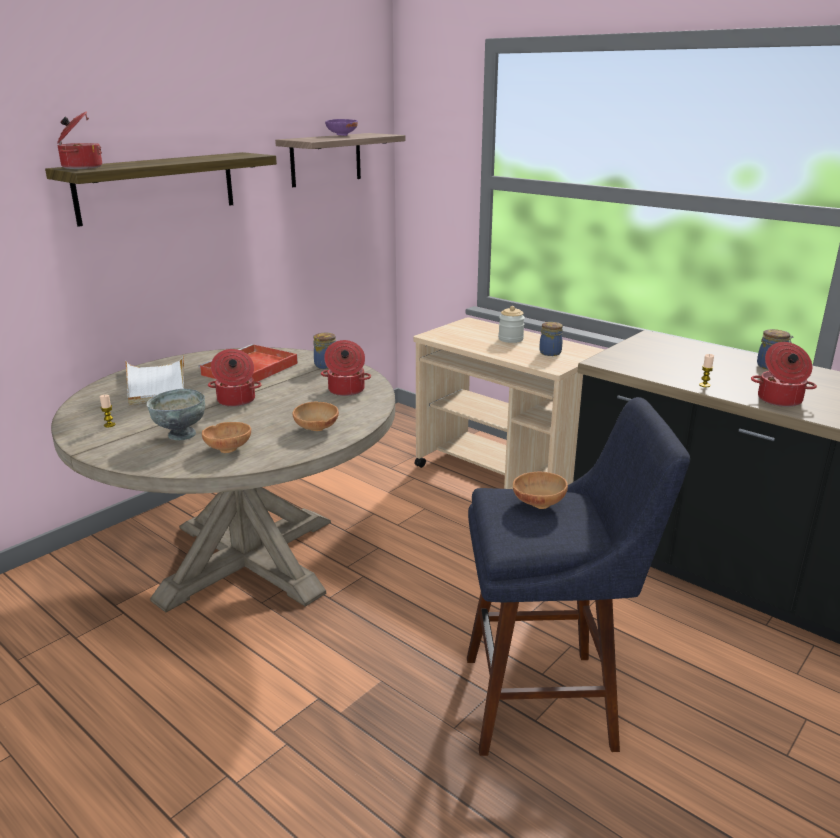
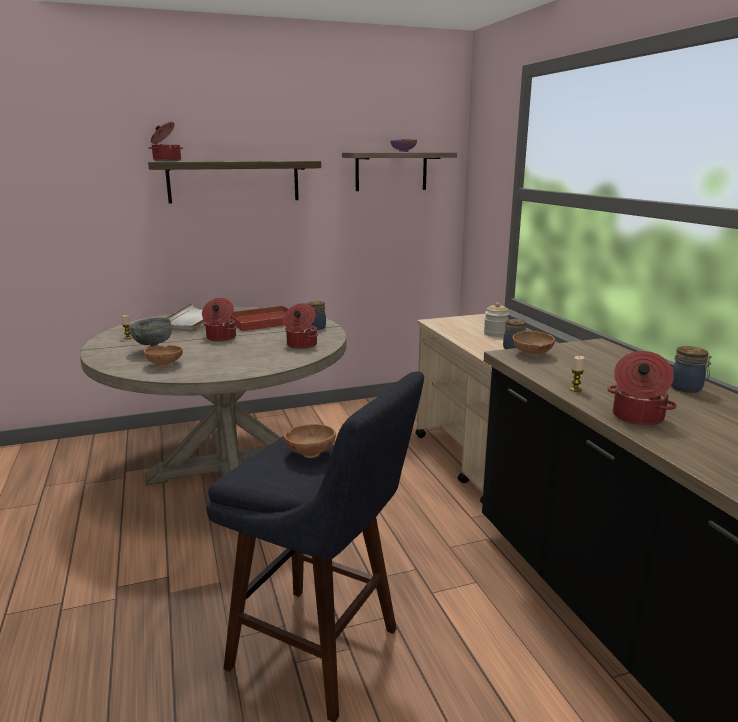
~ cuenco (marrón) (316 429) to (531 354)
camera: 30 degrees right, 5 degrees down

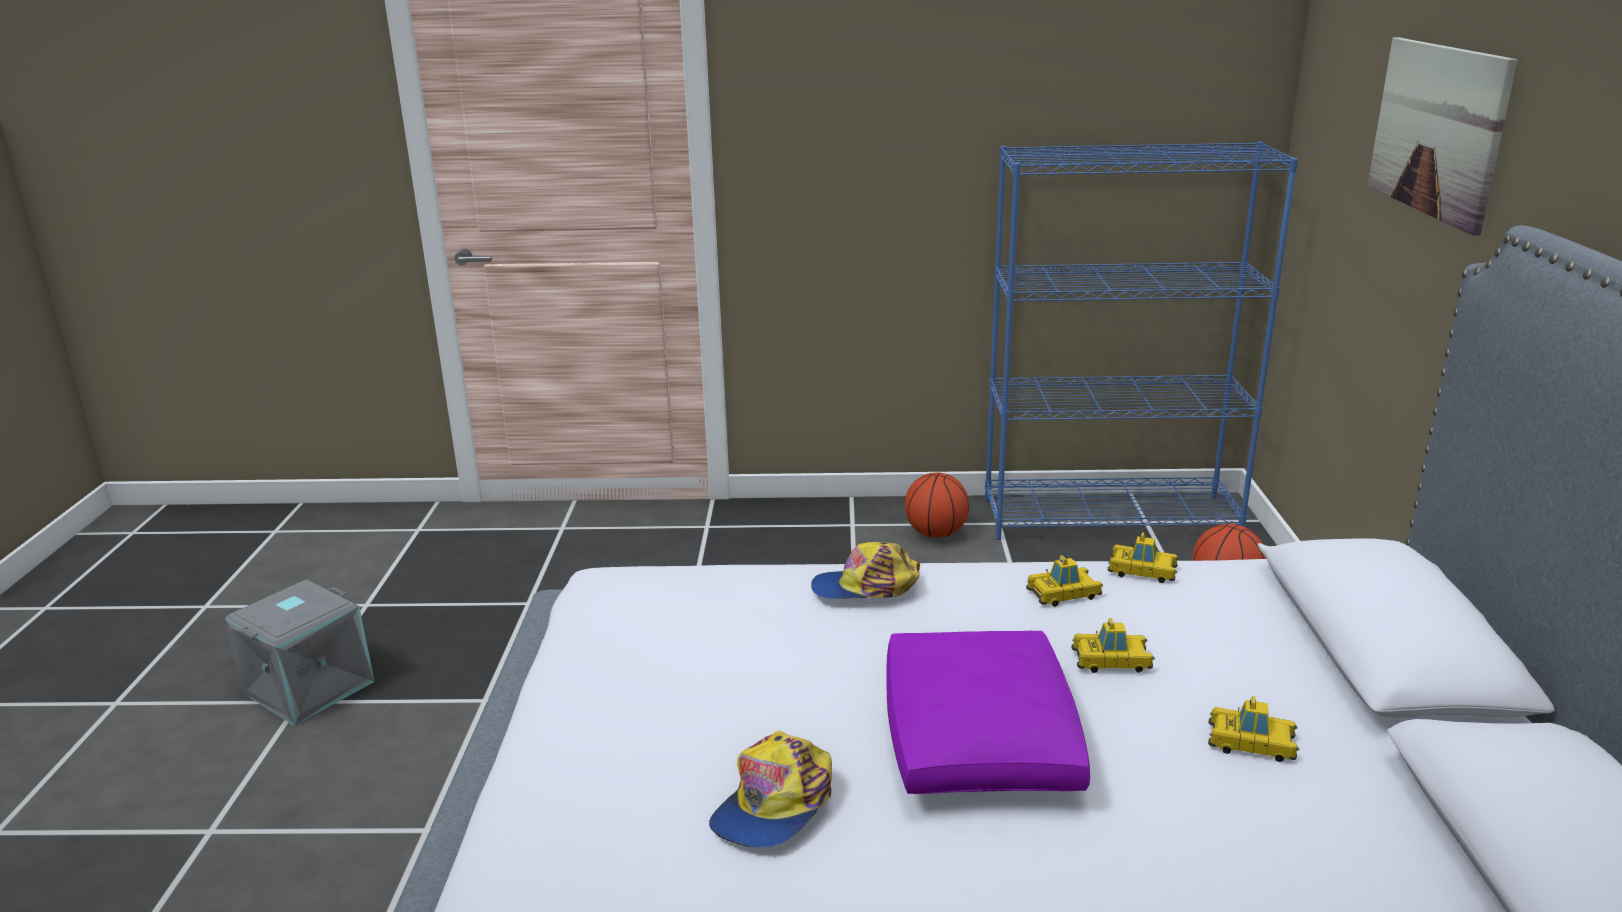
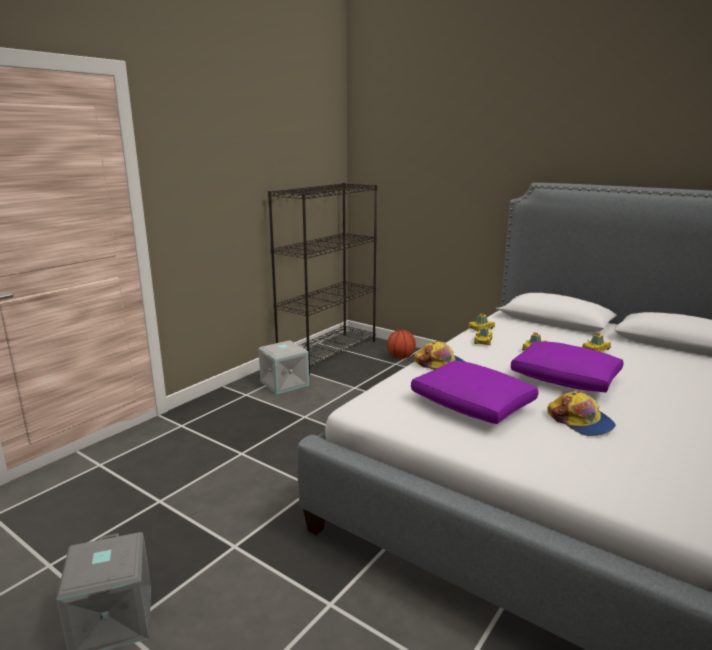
~ balón de baloncesto (935 534) to caja de almacenaje (gris) (284 383)
~ estantería (azul) (1110 516) to estantería (negro) (328 352)
+ cojín (morado) (473 405)
~ gorra (866 588) = (440 365) 75 degrees counterclockwise
- cuadro (1437 130)
camera: 55 degrees left, 5 degrees down

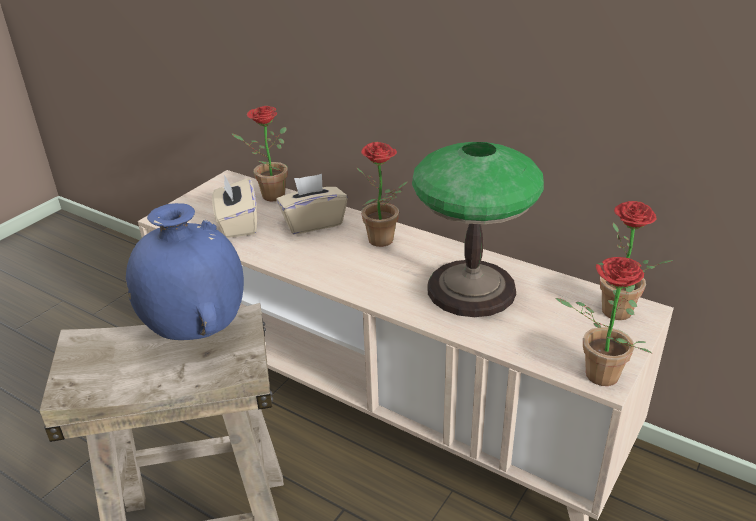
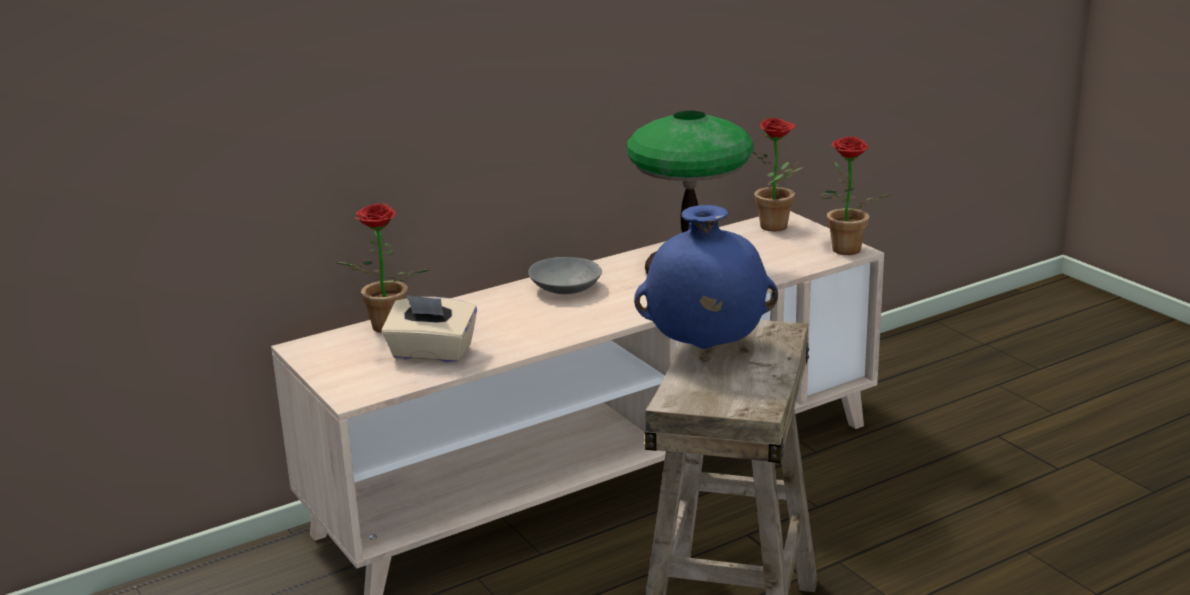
~ planta en maceta (383 242) to cuenco (gris) (566 288)
- caja de pañuelos (beis) (313 223)
camera: 65 degrees left, 10 degrees down

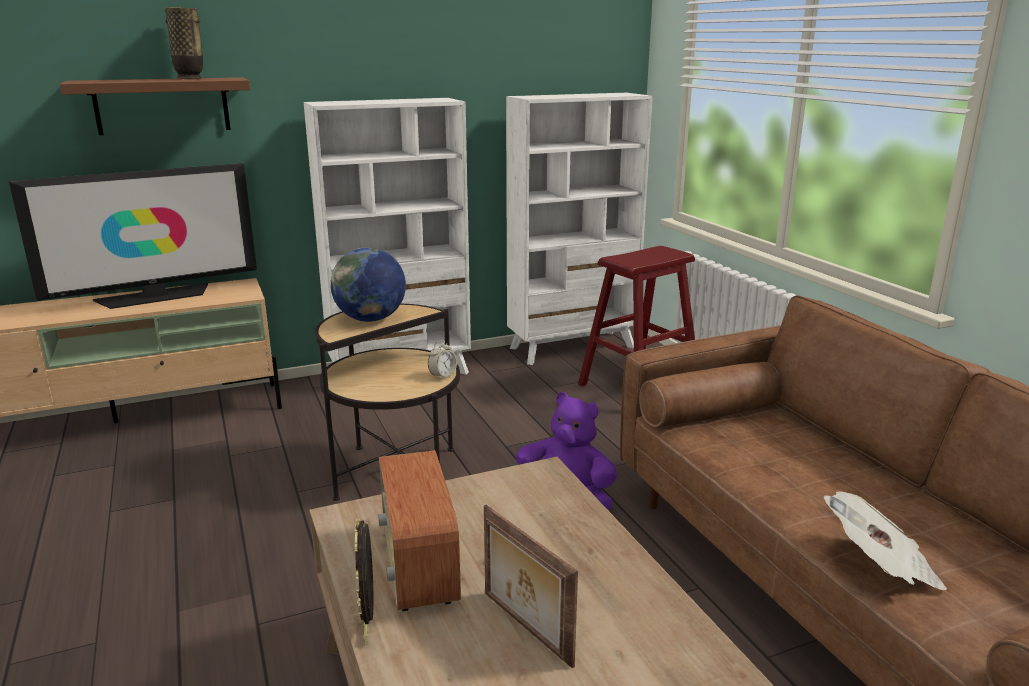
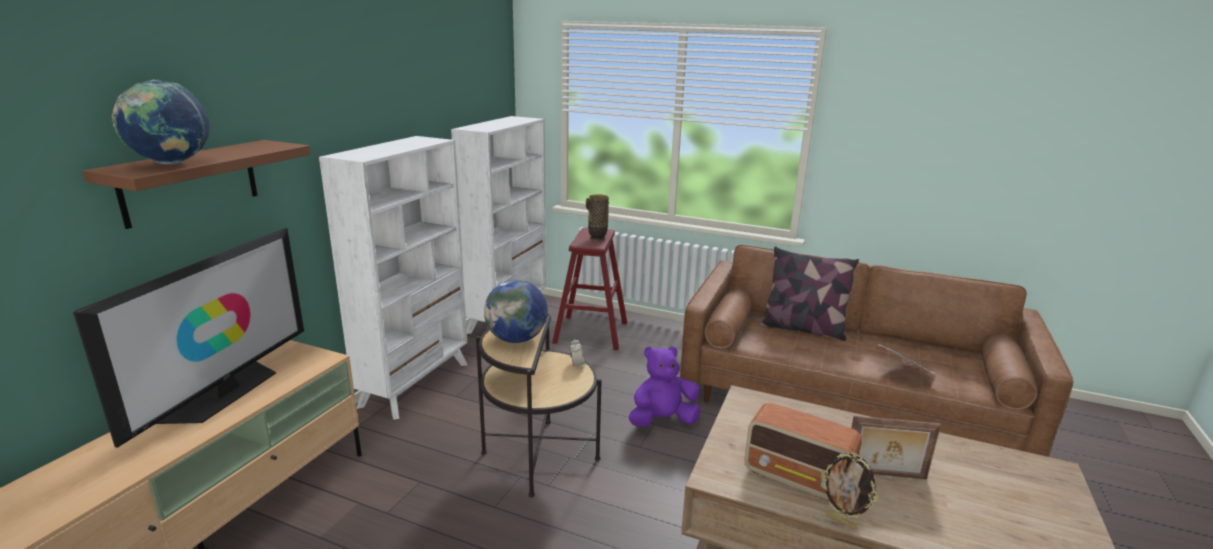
+ globo terráqueo (172 164)
~ florero (189 78) to (597 238)
+ cojín (802 329)
camera: 45 degrees left, 0 degrees up

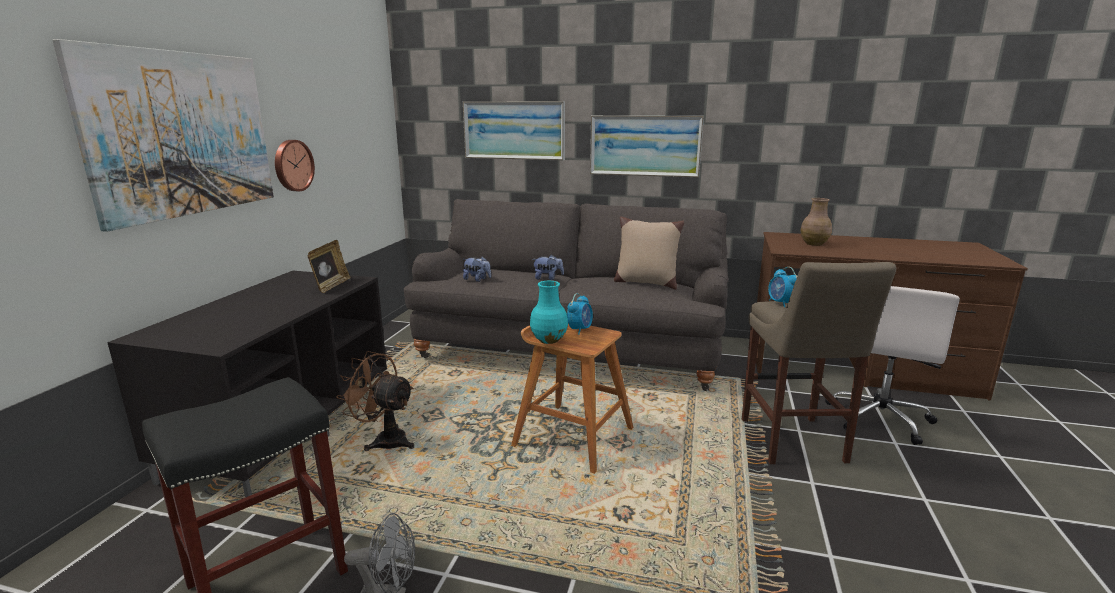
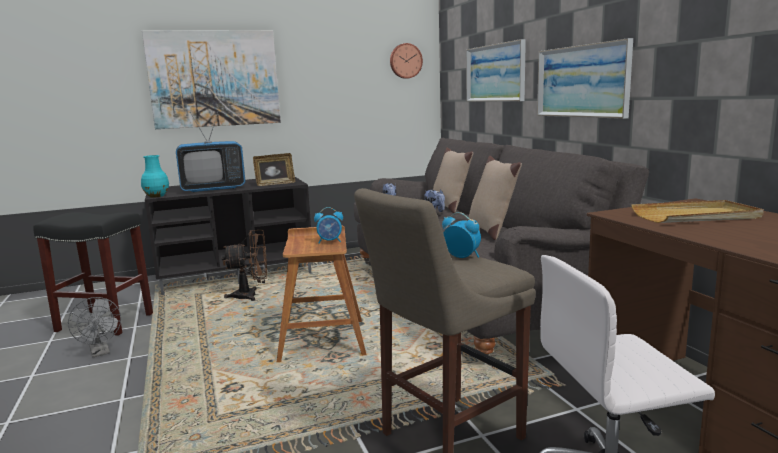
~ florero (turquesa) (548 340) to (156 196)
+ televisor (213 189)
~ ventilador (marrón) (384 440) = (251 295) 90 degrees clockwise
~ reloj de pared (292 165) to (405 61)
+ cojín (beis) (449 207)
~ despertador (781 303) = (462 257) 90 degrees clockwise
~ florero (marrón) (814 244) to bandeja (beis) (696 216)
camera: 55 degrees right, 5 degrees down

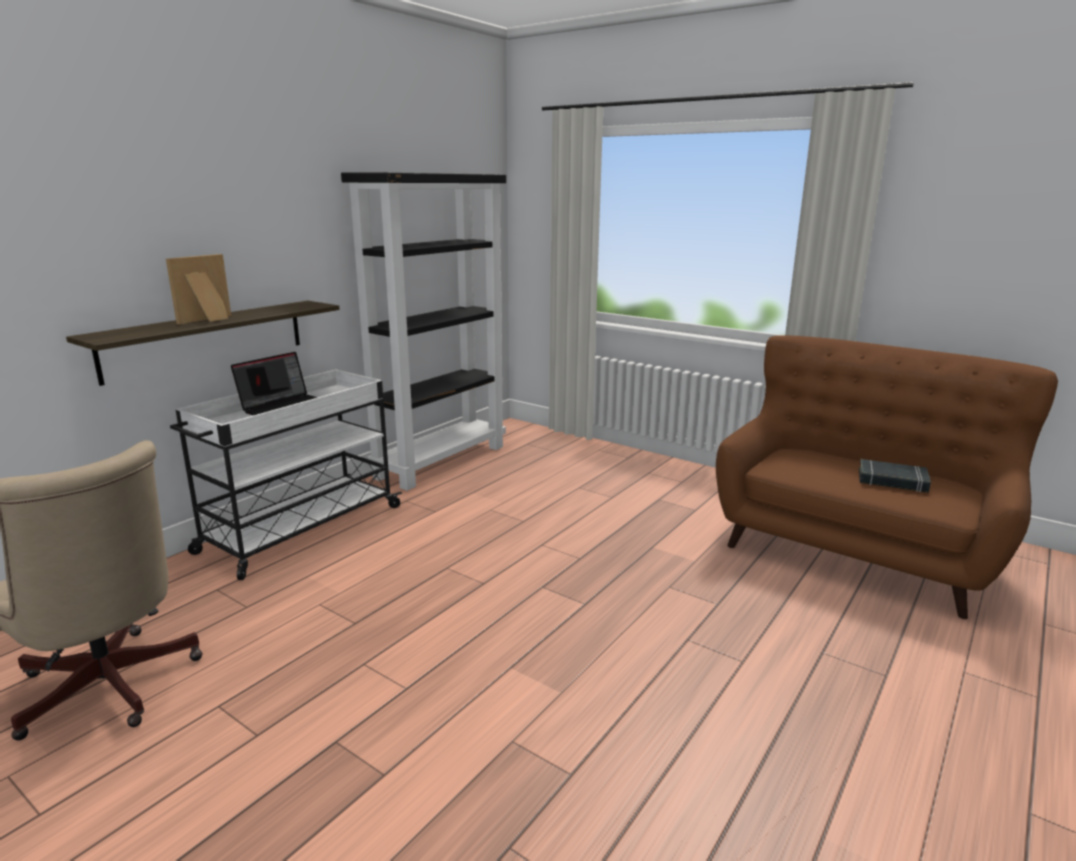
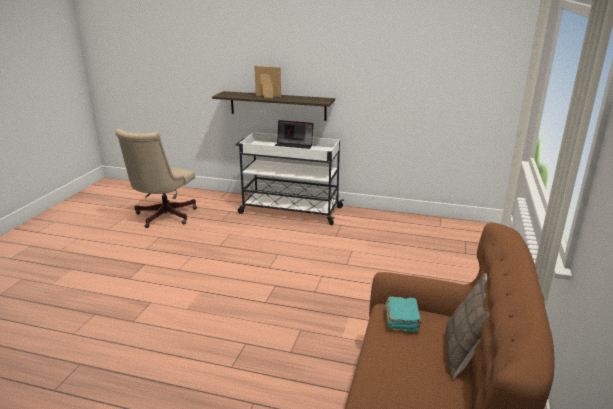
+ libro (turquesa) (402 320)
+ cojín (463 354)
- estantería (negro) (441 461)
- libro (negro) (892 481)
camera: 70 degrees right, 5 degrees up

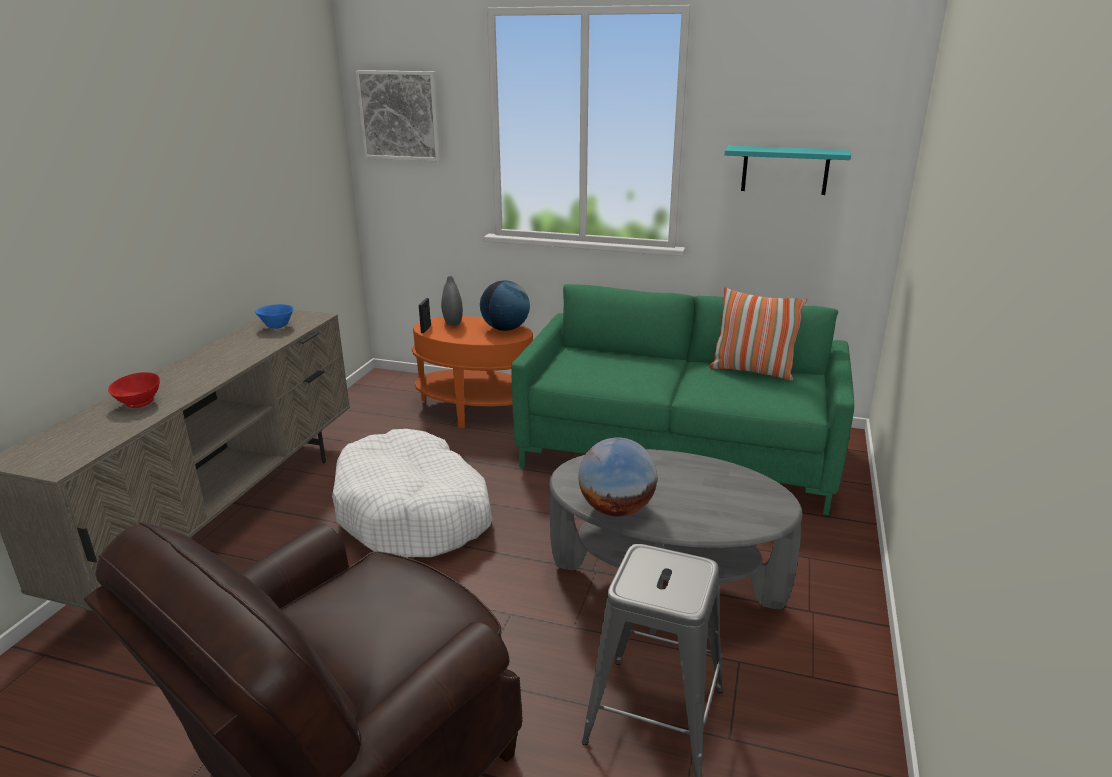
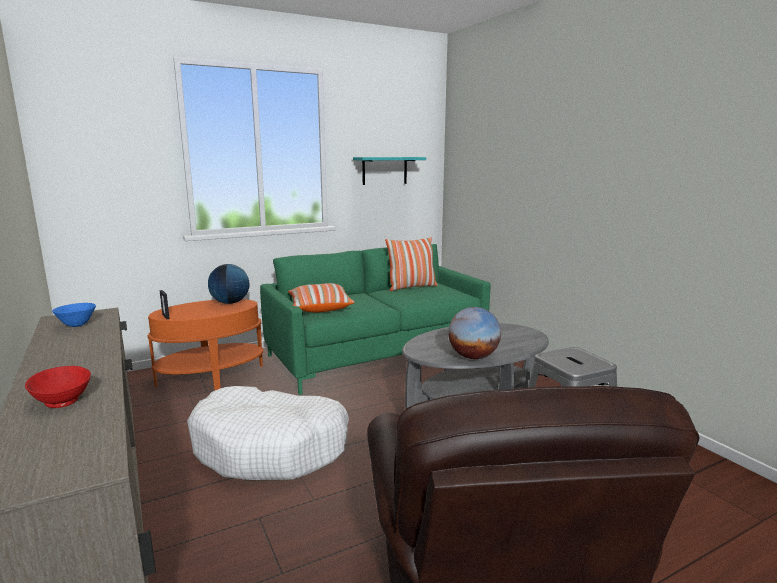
+ cojín (319 308)
- cuadro (400 115)
- florero (gris) (452 322)
camera: 45 degrees left, 10 degrees down

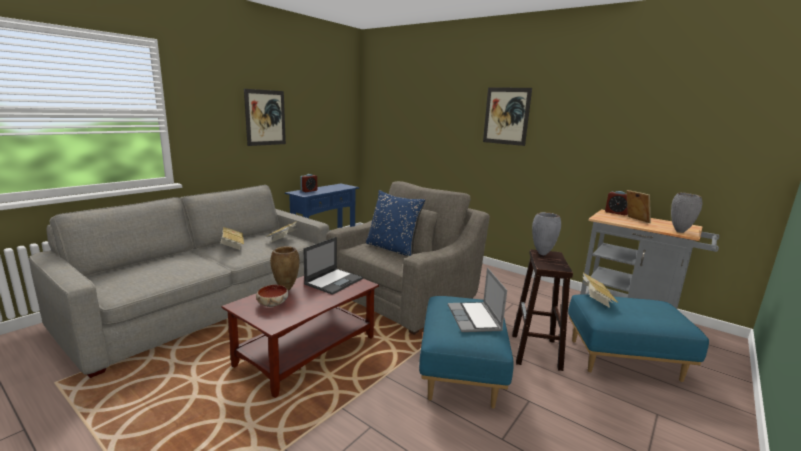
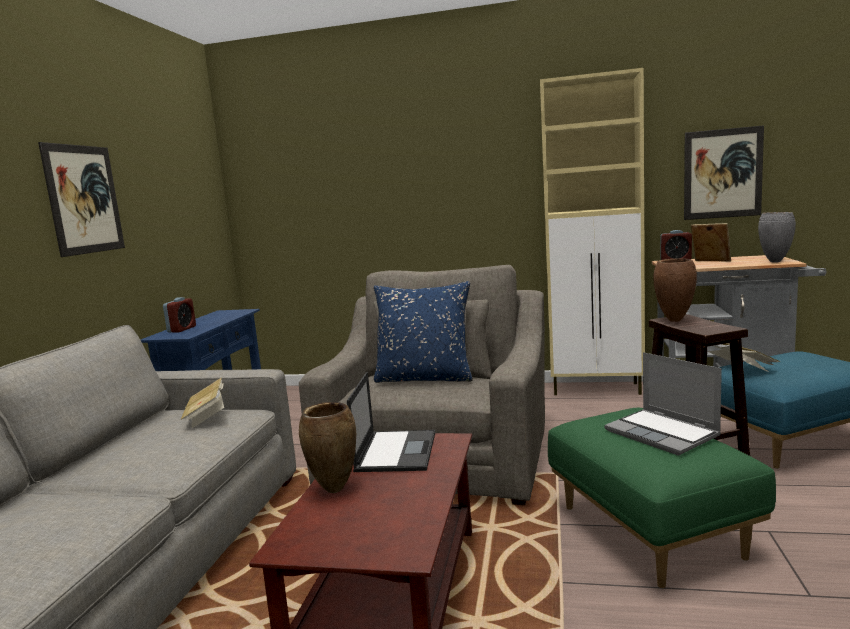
+ armario (beis) (597 389)
~ puf (azul) (461 373) to puf (verde) (651 532)
~ florero (gris) (541 254) to florero (marrón) (674 321)
~ cuadro (506 116) to (722 173)
- libro (232 245)
- cuenco (272 304)
camera: 25 degrees left, 5 degrees down

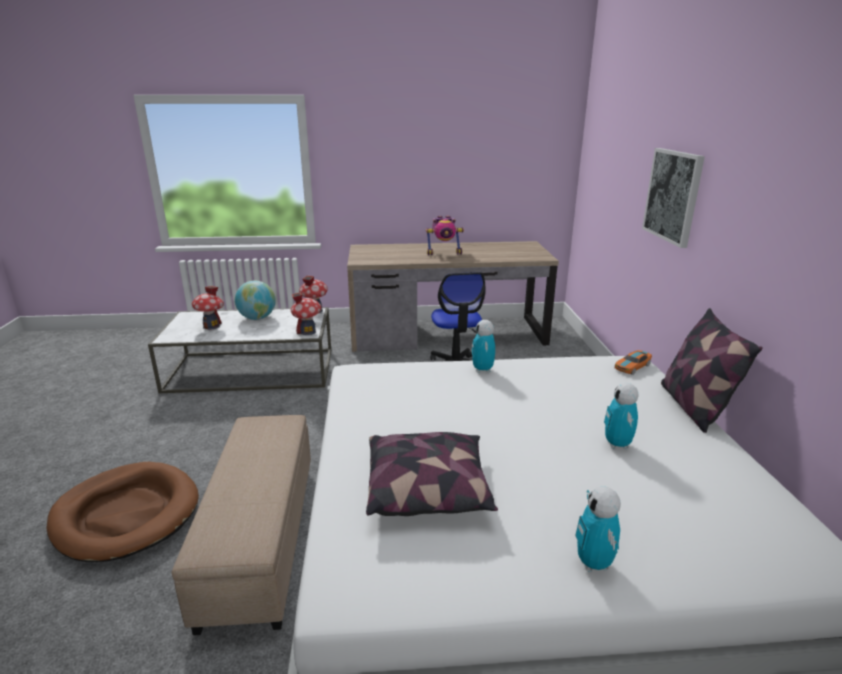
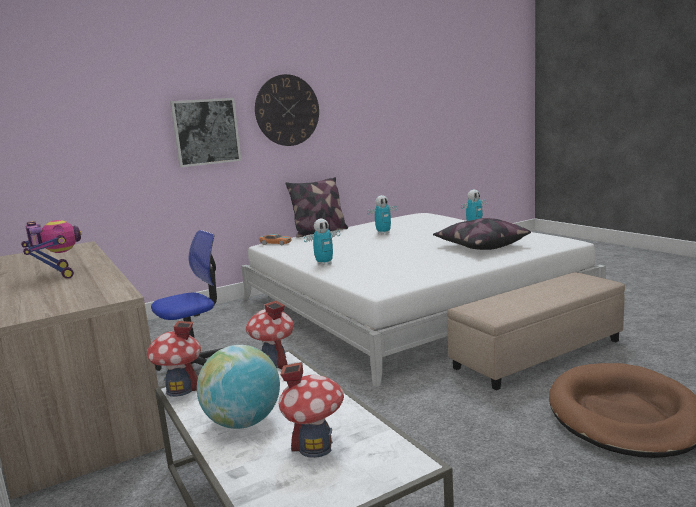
+ reloj de pared (287 110)
camera: 115 degrees left, 10 degrees down

